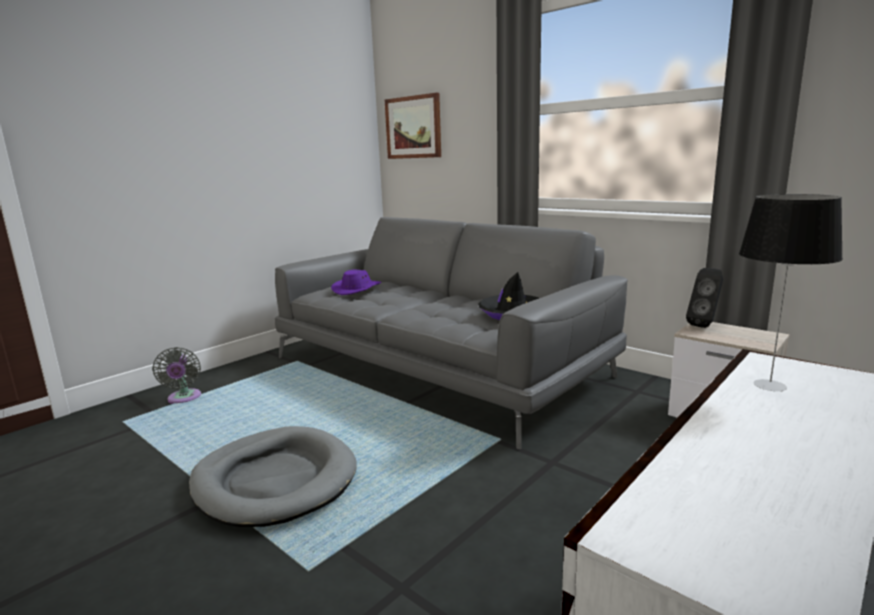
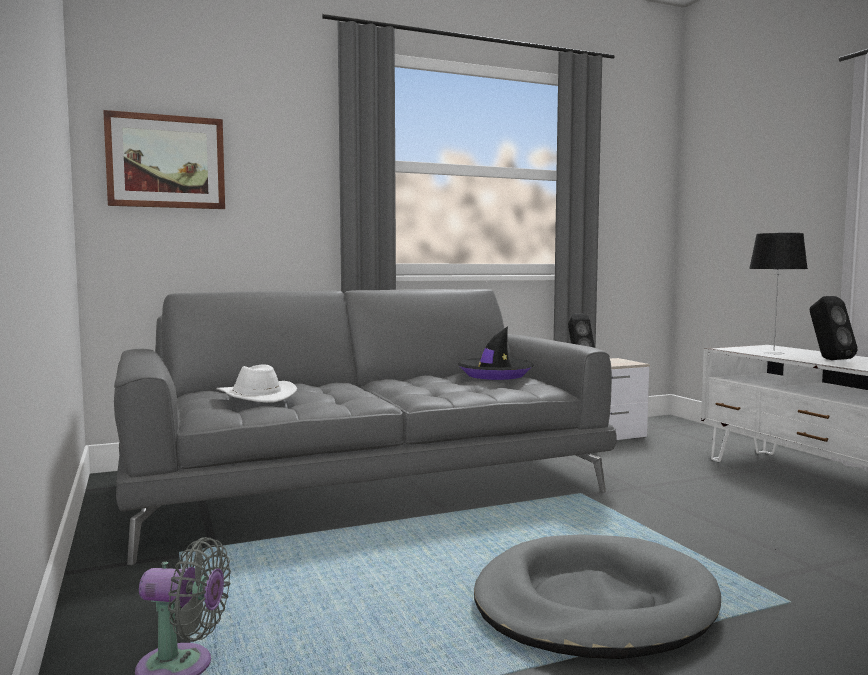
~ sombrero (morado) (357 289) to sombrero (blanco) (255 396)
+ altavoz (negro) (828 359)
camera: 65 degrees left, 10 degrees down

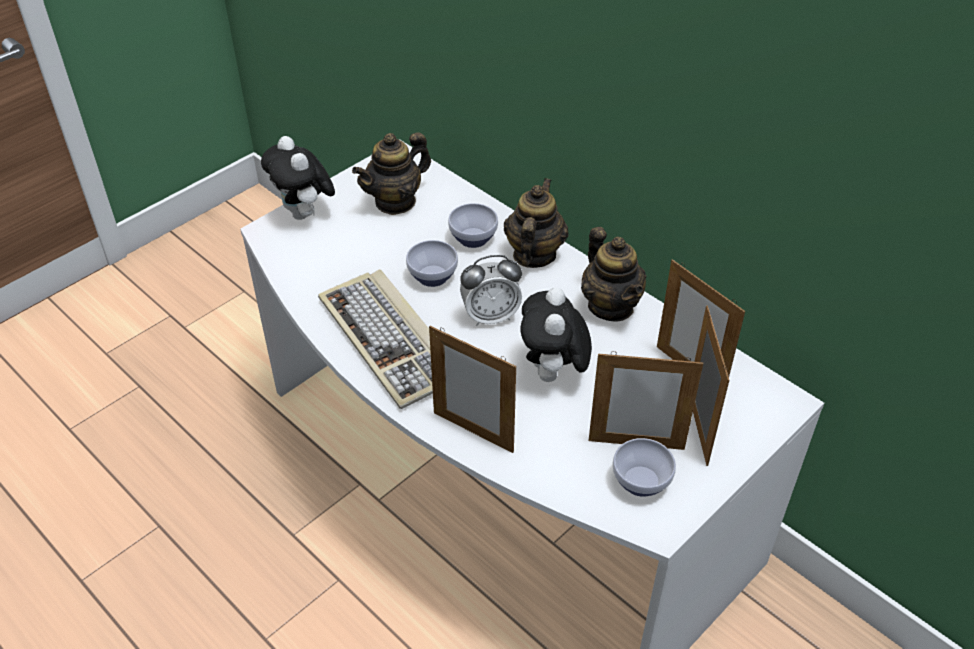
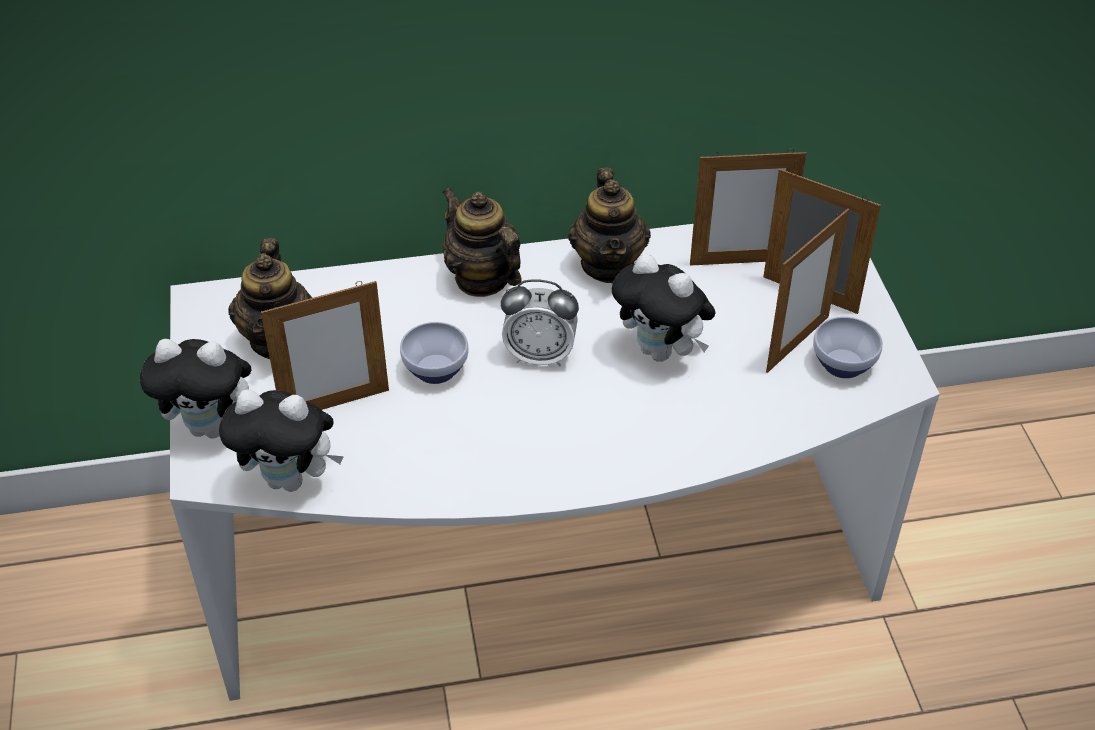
+ peluche (290 479)
~ portarretratos (473 432) to (335 404)
~ despertador (490 316) = (540 355) 75 degrees clockwise
~ tetera (611 306) = (609 265) 75 degrees clockwise
- teclado (391 340)
- cuenco (474 238)
camera: 55 degrees left, 0 degrees up

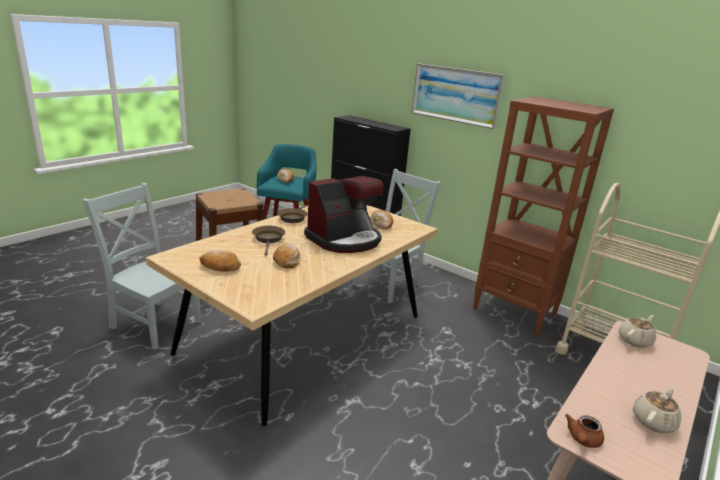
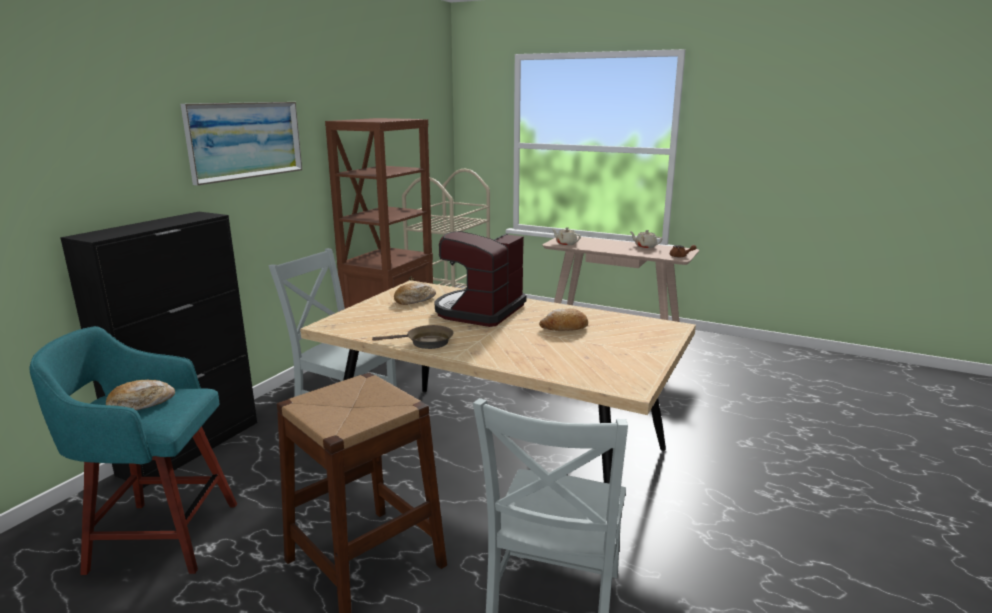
~ cafetera (345 239) = (479 311) 105 degrees counterclockwise
- pan (220 267)
- sartén (marrón) (268 239)
camera: 100 degrees left, 5 degrees down

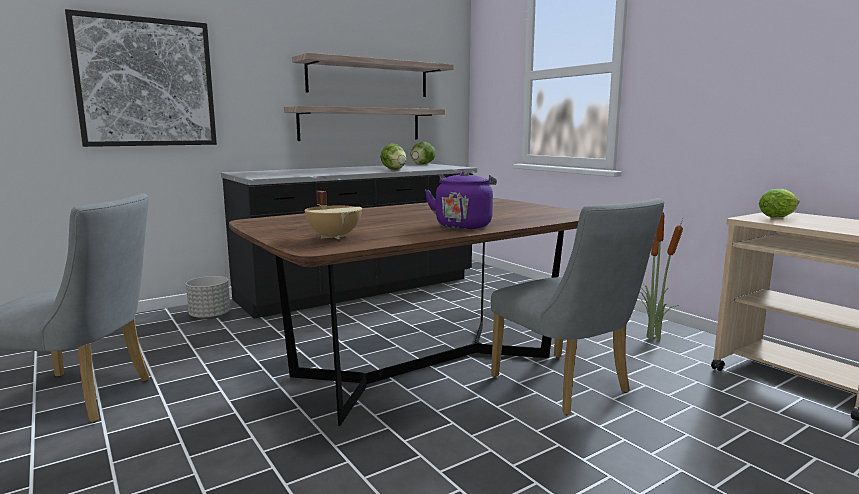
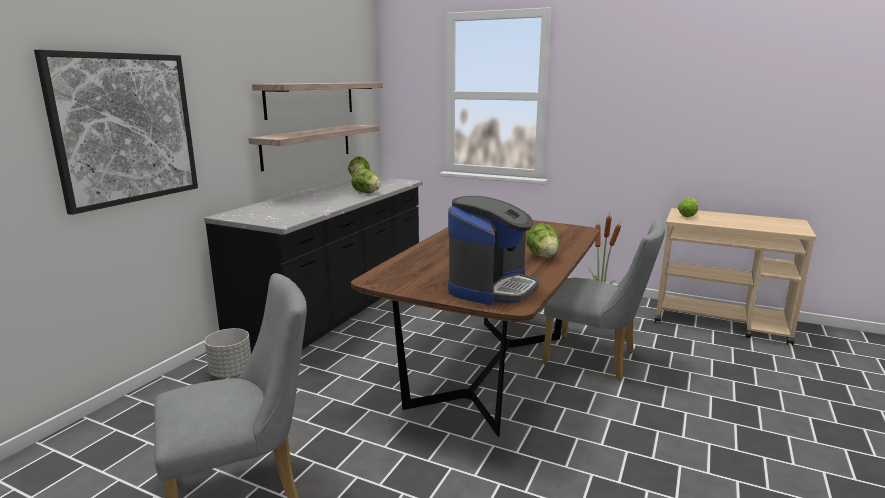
~ olla (beis) (335 237) to cafetera (491 288)
~ hervidor (morado) (463 225) to lechuga (542 257)
camera: 30 degrees left, 5 degrees up

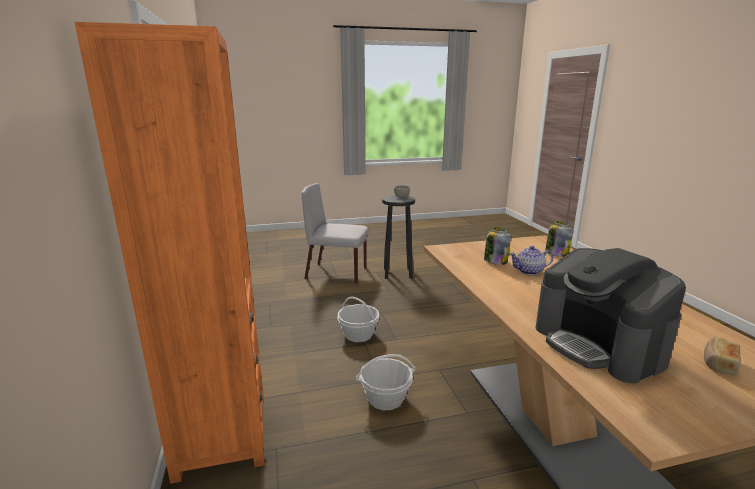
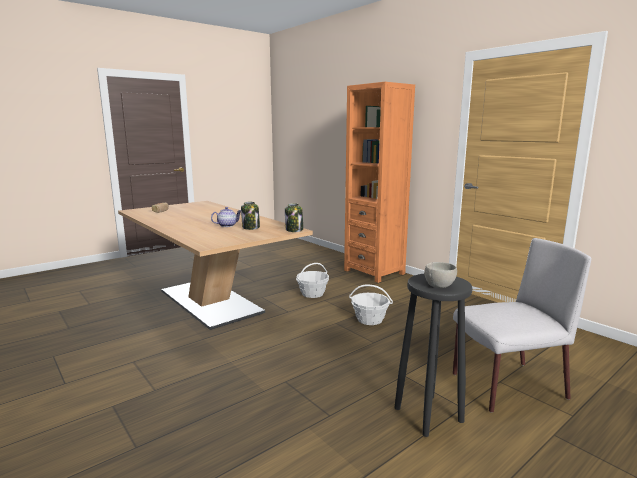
~ tarro (556 253) to (294 230)
- cafetera (599 344)
camera: 155 degrees right, 5 degrees down

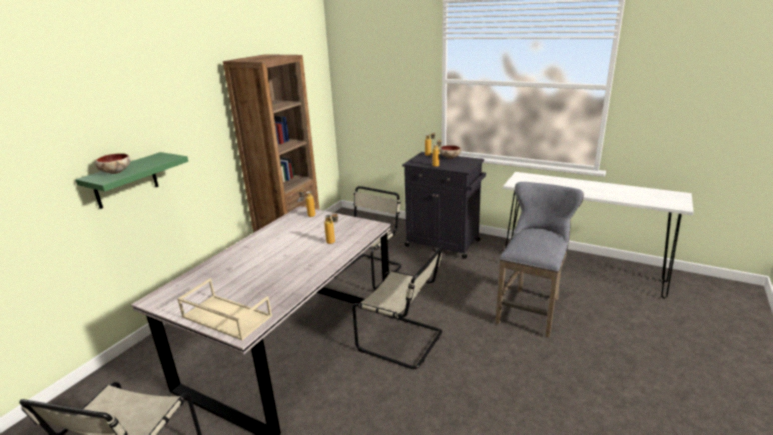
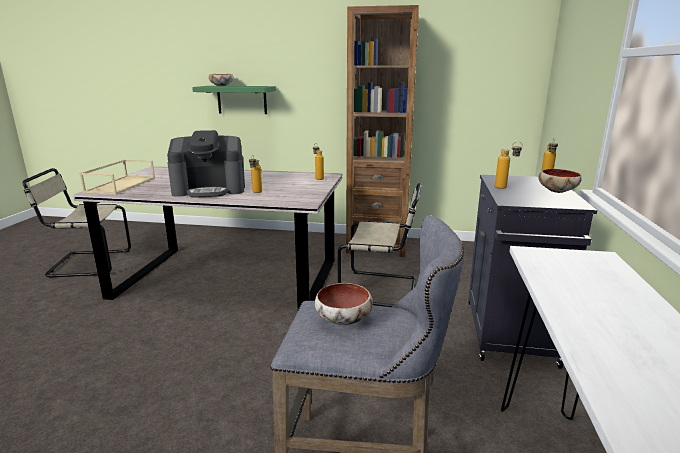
+ cafetera (210 189)
+ cuenco (344 320)
- silla (beis) (403 341)
camera: 70 degrees right, 5 degrees down

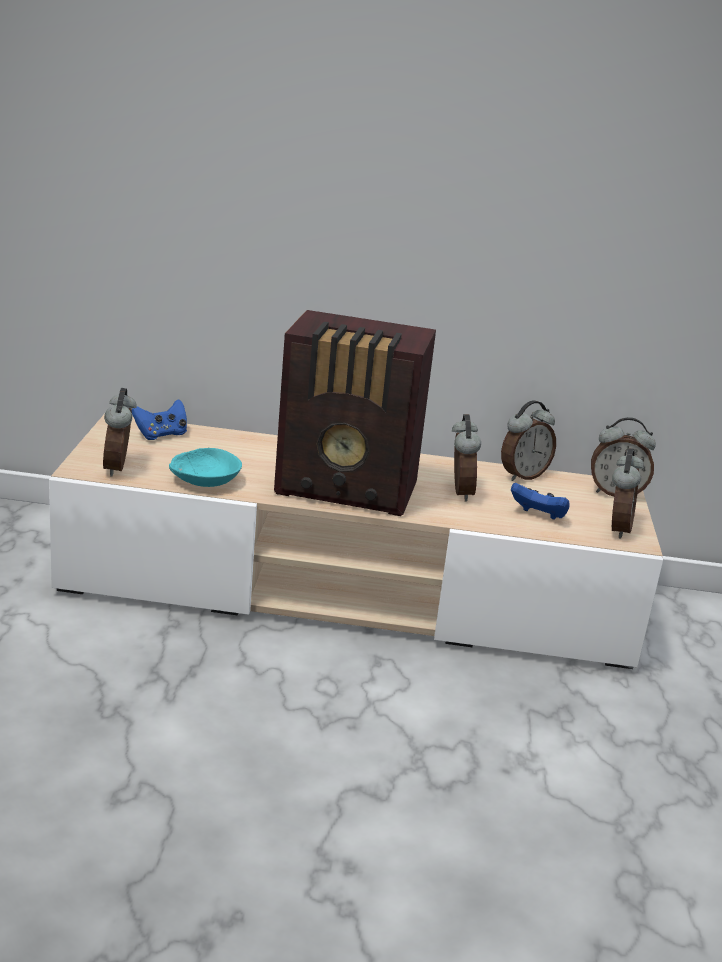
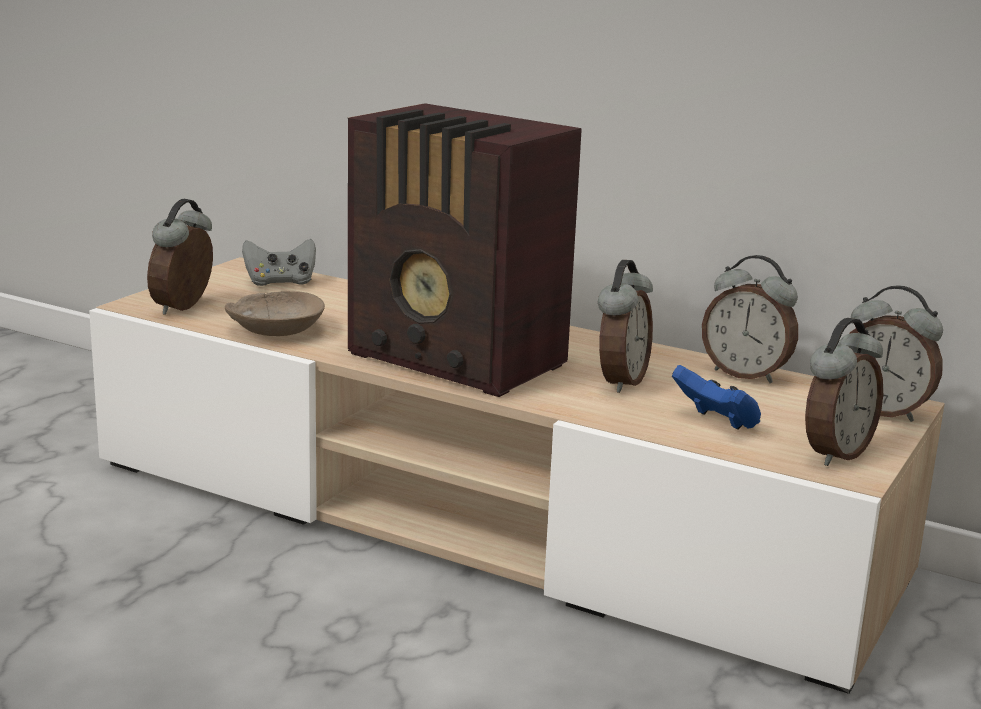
~ cuenco (turquesa) (204 480) to cuenco (beis) (275 330)
~ mando de consola (azul) (161 434) to mando de consola (gris) (280 282)
~ despertador (522 475) = (746 374) 45 degrees clockwise
camera: 25 degrees right, 5 degrees down

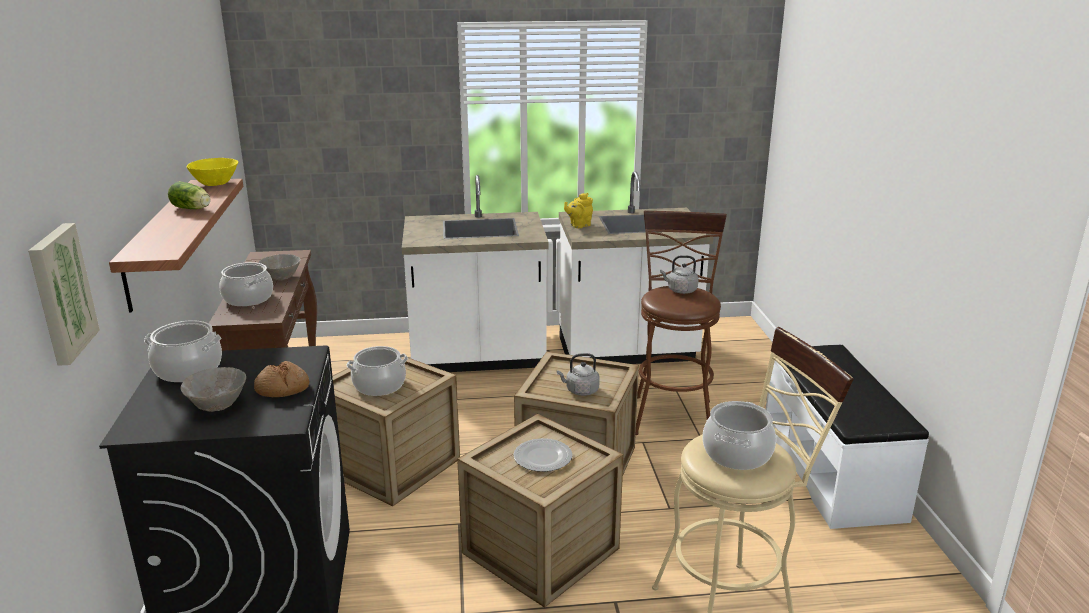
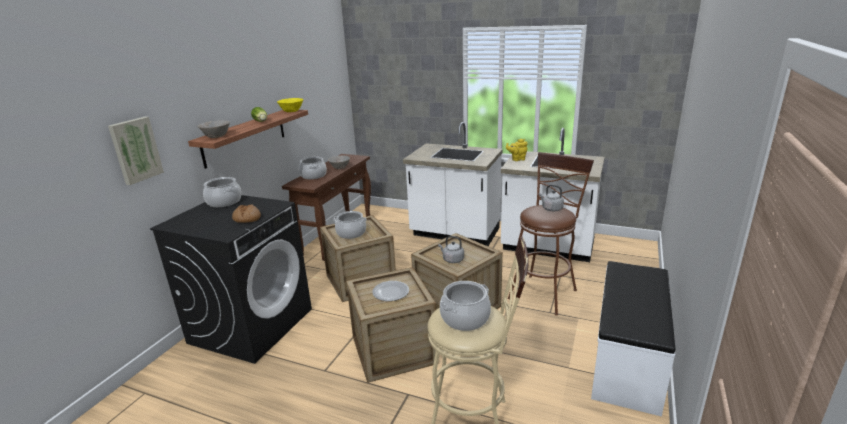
~ cuenco (gris) (217 406) to (216 137)
camera: 30 degrees right, 0 degrees up

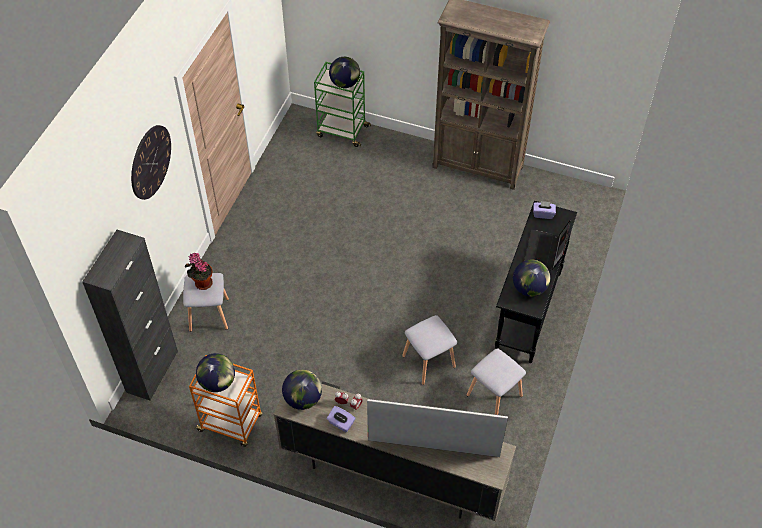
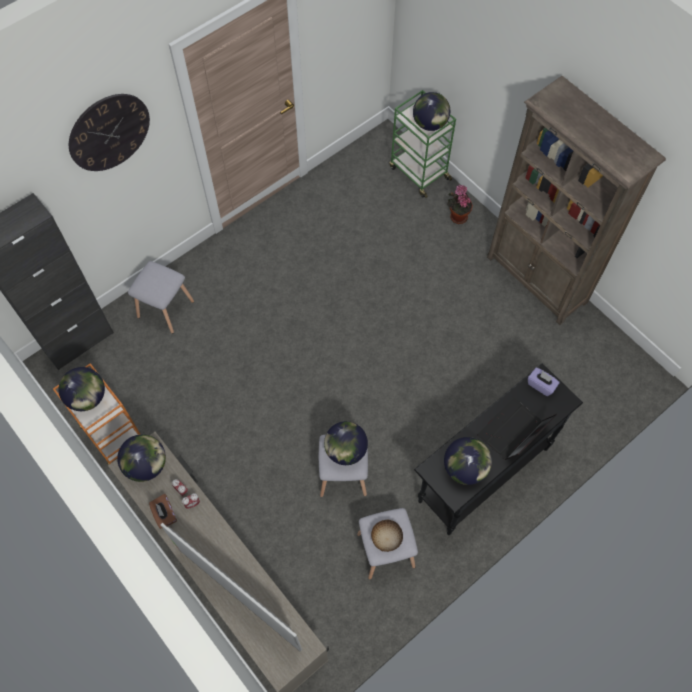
~ caja de pañuelos (morado) (341 423) to caja de pañuelos (marrón) (165 514)
+ globo terráqueo (345 450)
+ cuenco (386 538)
~ planta en maceta (202 283) to (457 216)
camera: 30 degrees right, 10 degrees up

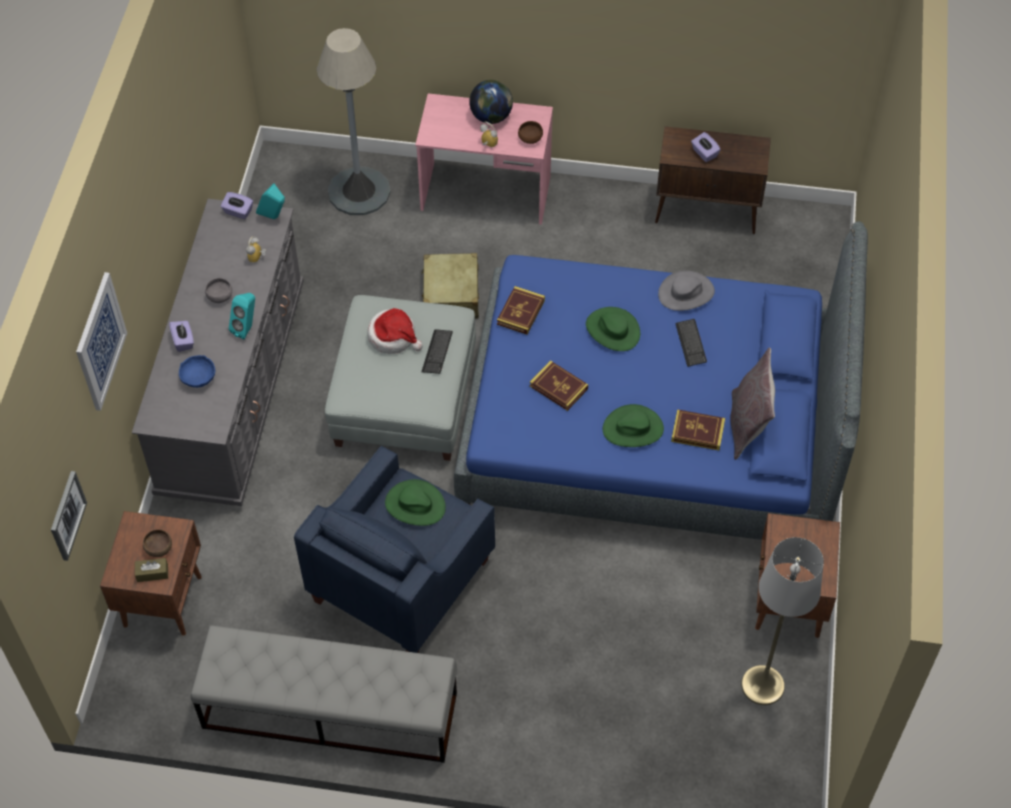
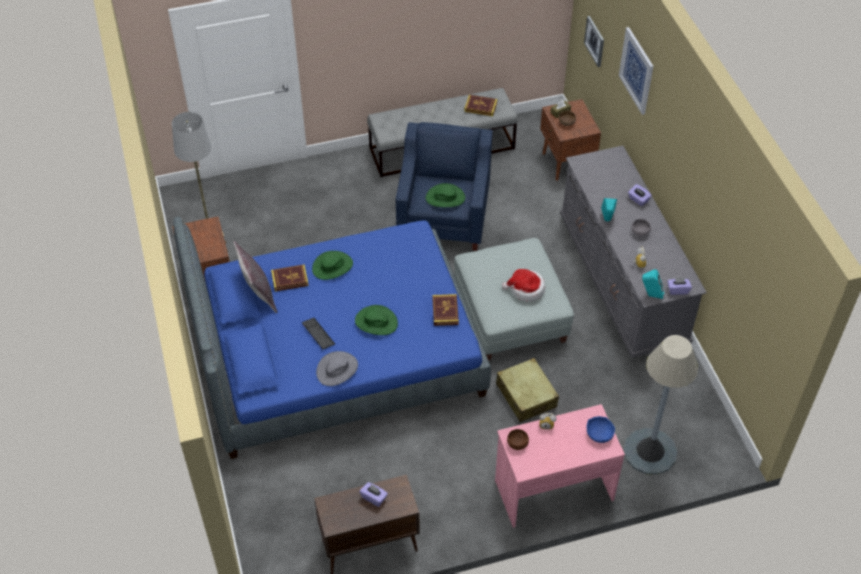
~ libro (558 387) to (480 107)
~ cuenco (azul) (199 378) to (599 434)
- teclado (437 352)
- globo terráqueo (491 117)
camera: 155 degrees right, 5 degrees down

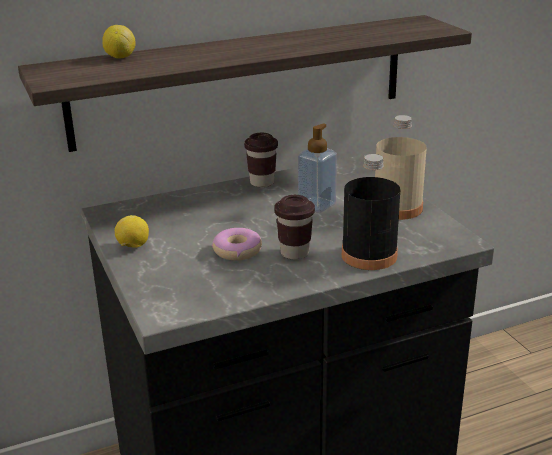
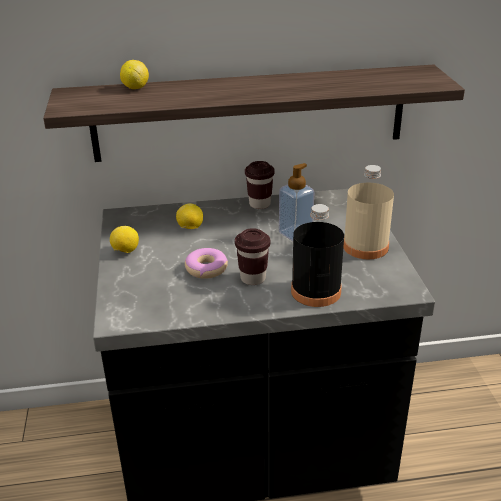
+ limón (190 228)
camera: 15 degrees right, 5 degrees up

